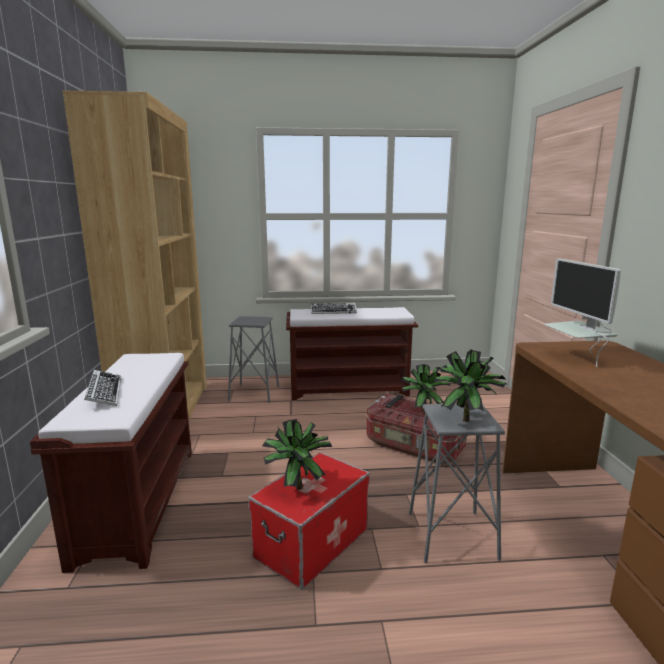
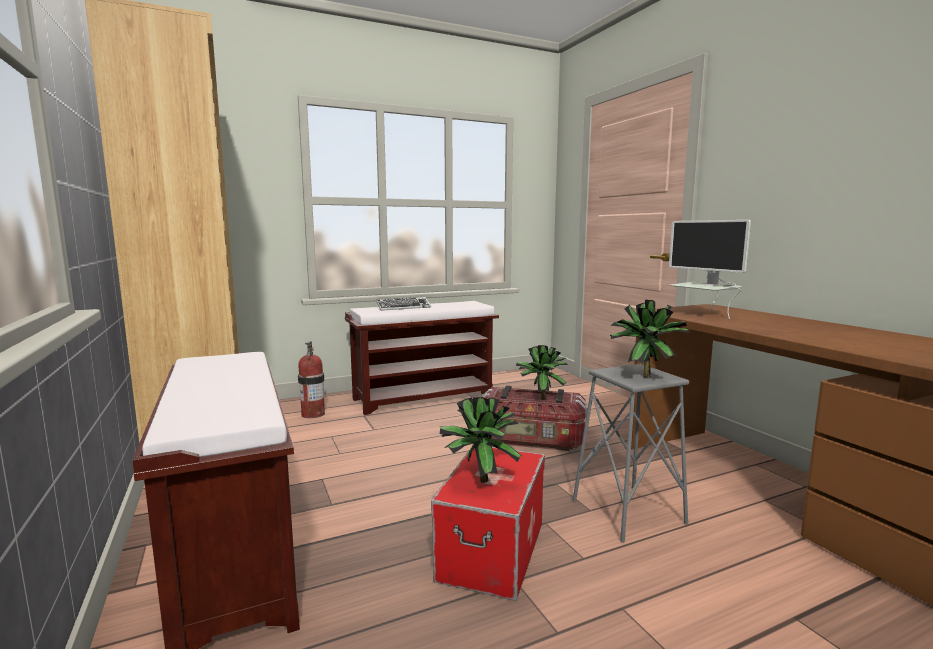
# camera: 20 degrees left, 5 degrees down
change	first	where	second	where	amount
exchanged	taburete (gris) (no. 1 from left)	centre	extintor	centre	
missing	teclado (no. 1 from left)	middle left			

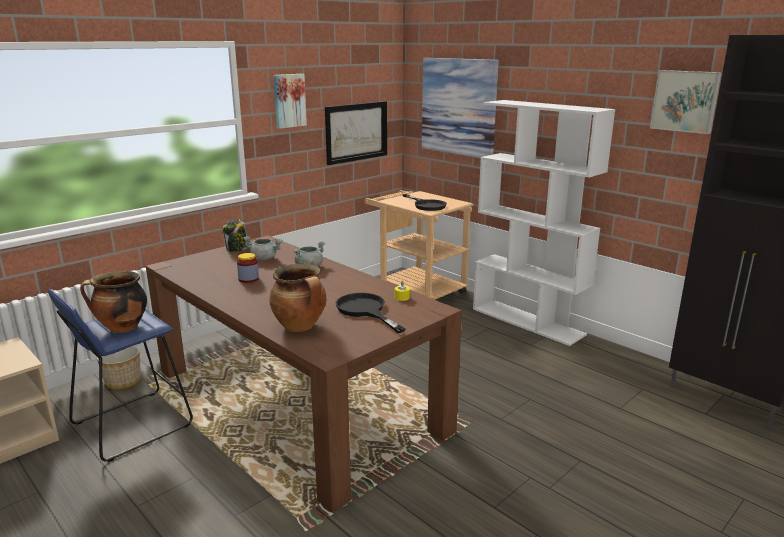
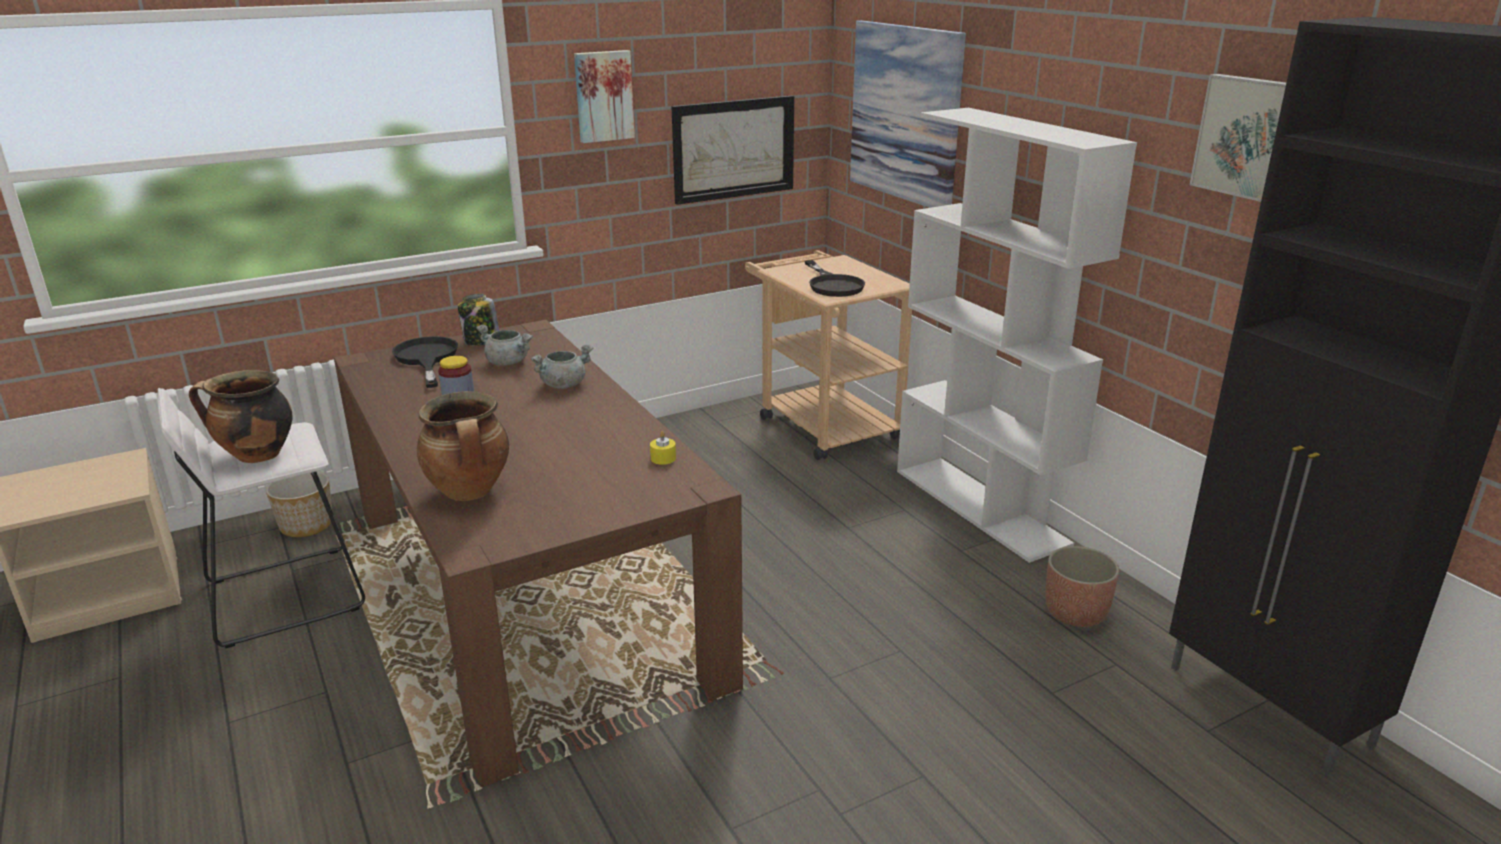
# camera: 15 degrees right, 5 degrees up
change	first	where	second	where	amount
colour	taburete (azul)	bottom left	taburete (blanco)	middle left	
relocated	sartén (negro) (no. 1 from left)	centre		middle left	
appeared			maceta (no. 2 from left)	bottom right	

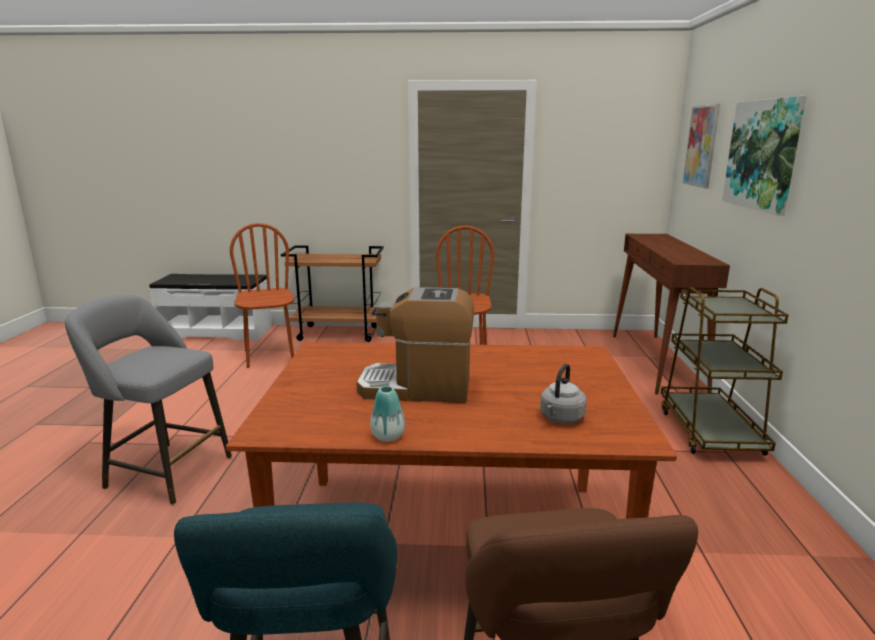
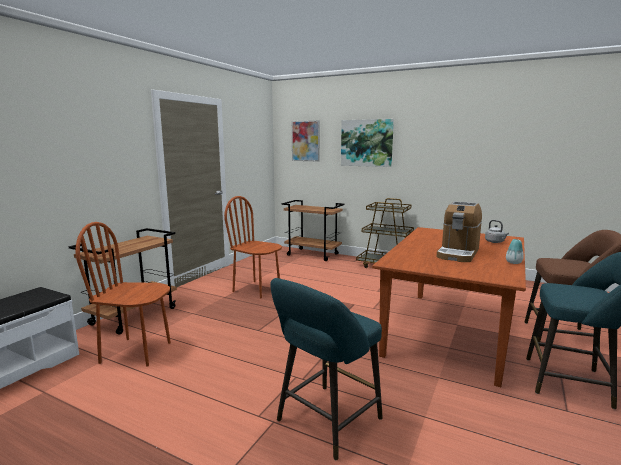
# camera: 65 degrees left, 5 degrees down
change	first	where	second	where	amount
colour	taburete (gris)	middle left	taburete (turquesa) (no. 1 from left)	bottom centre	
exchanged	mesa consola (marrón)	middle right	carrito (marrón) (no. 2 from left)	centre	

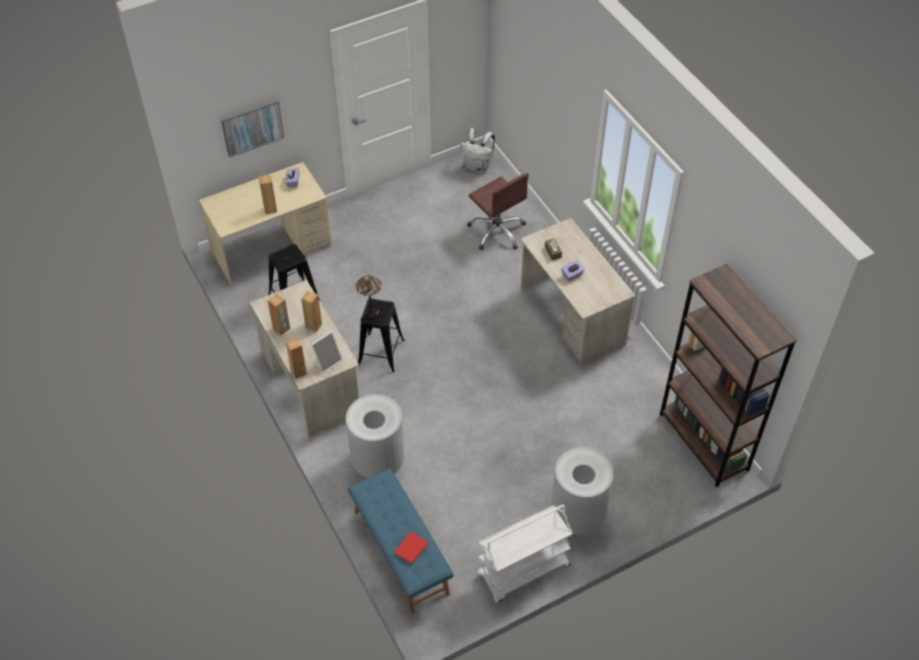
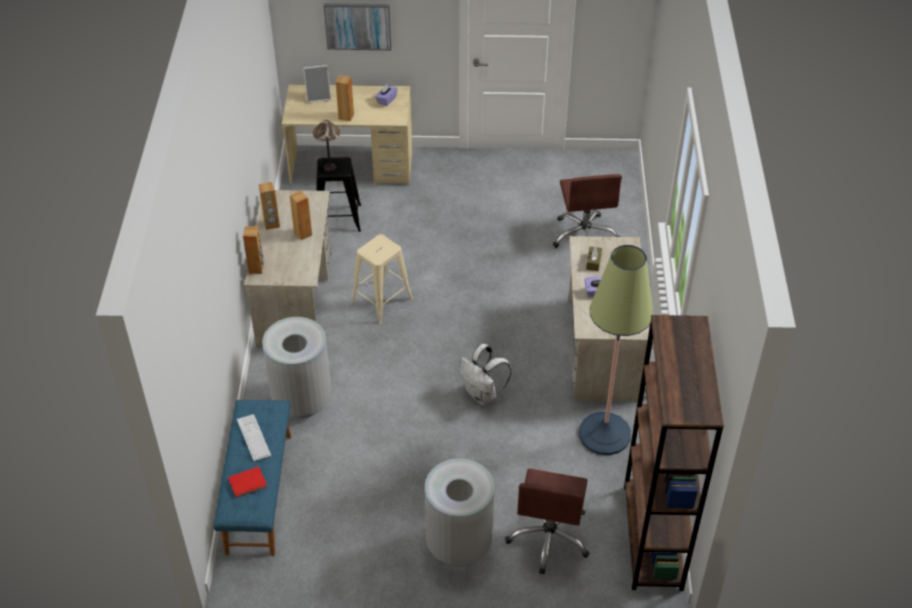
# camera: 30 degrees right, 5 degrees down
change	first	where	second	where	amount
appeared			teclado	bottom left	
relocated	portarretratos	centre		top centre	
relocated	lámpara de mesa	centre		top centre	
colour	taburete (negro) (no. 2 from left)	centre	taburete (beis)	centre	
relocated	mochila (blanco)	top centre		centre	
appeared			silla de oficina (marrón) (no. 1 from left)	bottom centre	
appeared			lámpara de pie	middle right	
missing	carrito (blanco)	bottom centre			

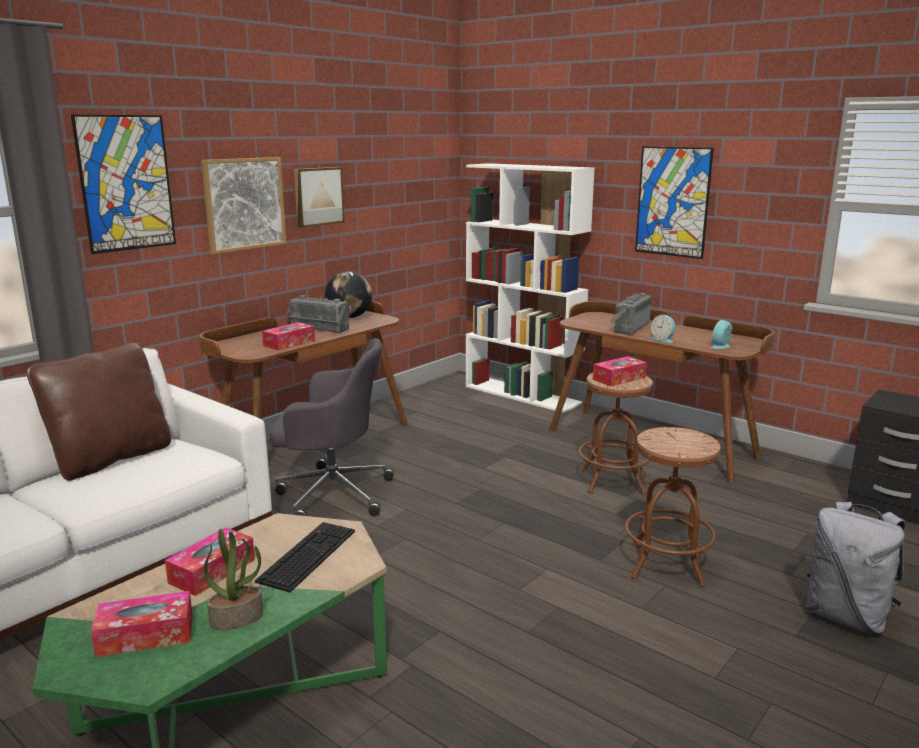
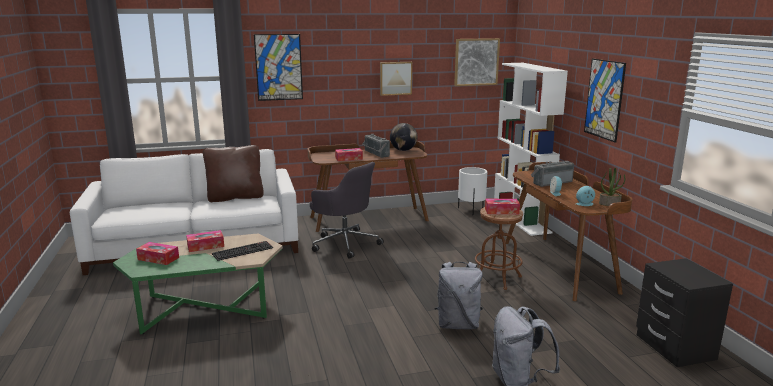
# camera: 35 degrees right, 0 degrees up
change	first	where	second	where	amount
exchanged	taburete (marrón) (no. 2 from left)	bottom right	mochila (gris) (no. 1 from left)	bottom centre	
relocated	cuadro (no. 2 from left in the first image)	top left	cuadro (no. 3 from left)	top centre	
appeared			maceta (blanco)	centre	
relocated	planta en maceta	bottom left		middle right	

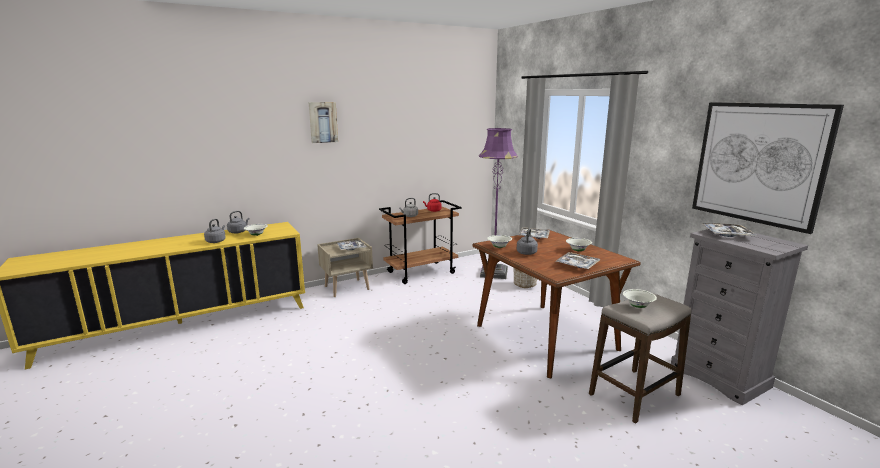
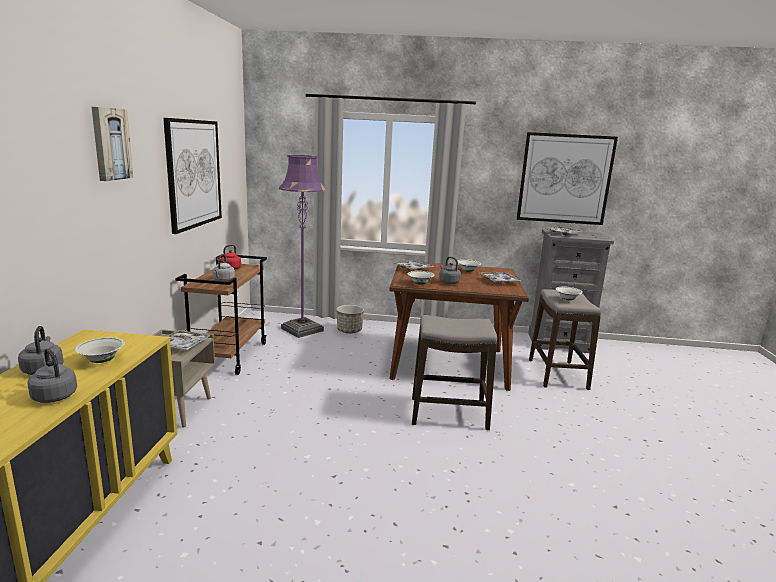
# camera: 55 degrees left, 0 degrees up
change	first	where	second	where	amount
appeared			cuadro (no. 2 from left)	top left	
appeared			taburete (no. 1 from left)	centre	

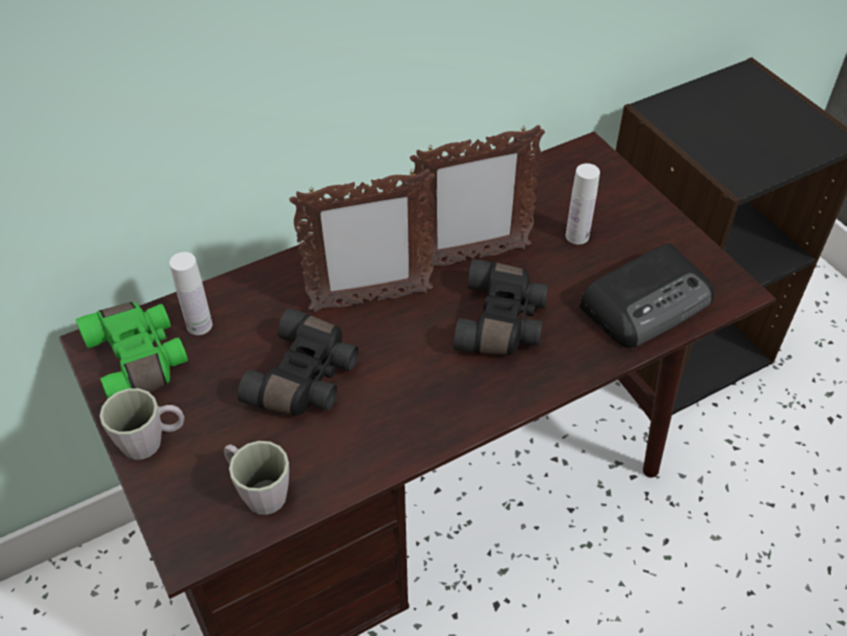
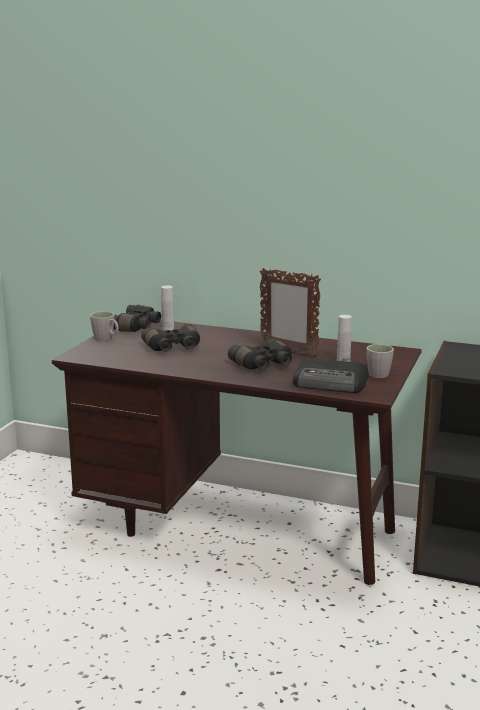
# camera: 50 degrees right, 30 degrees down
change	first	where	second	where	amount
colour	prismáticos (verde)	middle left	prismáticos (negro) (no. 1 from left)	middle left	
relocated	taza grande (gris) (no. 2 from left)	bottom left		middle right	
missing	portarretratos (no. 1 from left)	centre			

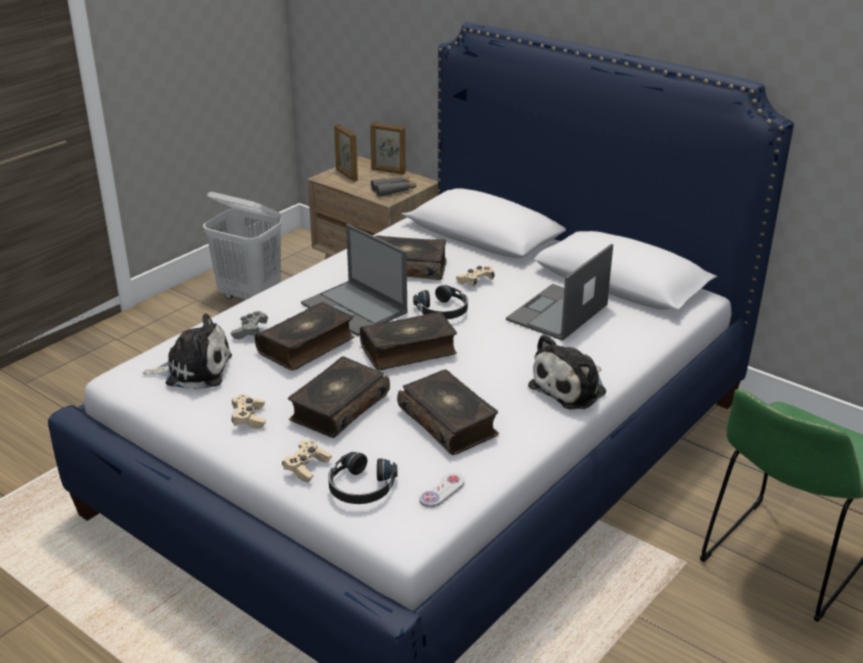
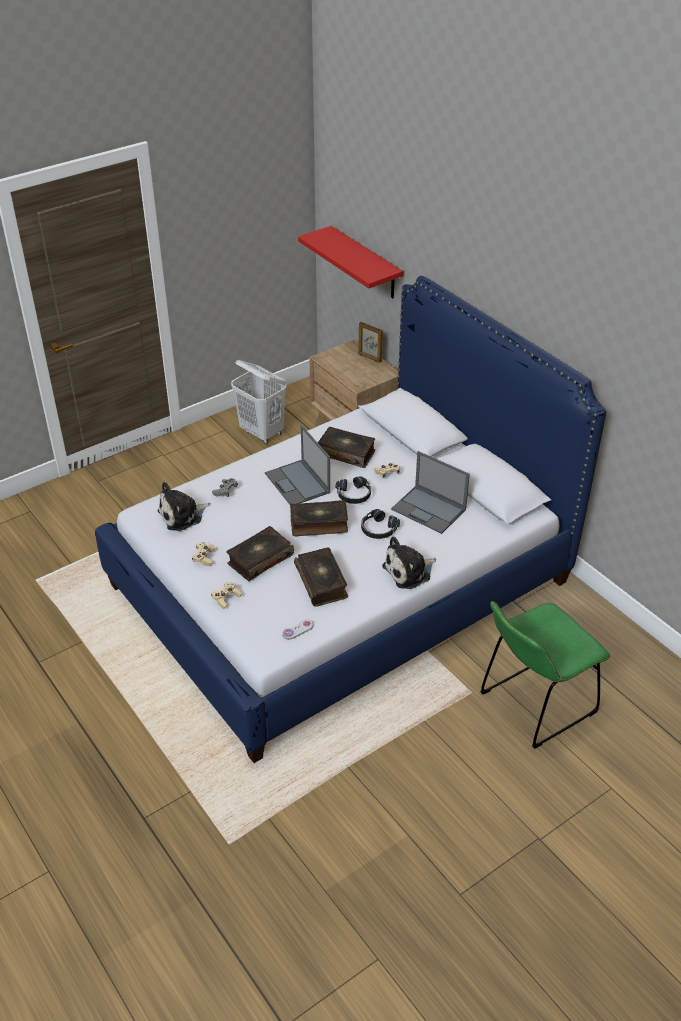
# camera: 15 degrees right, 10 degrees up
change	first	where	second	where	amount
spun	peluche (no. 1 from left)	middle left		middle left	135 degrees clockwise
appeared			estante (rojo)	top centre	
relocated	auriculares (negro) (no. 1 from left in the first image)	bottom centre	auriculares (negro) (no. 2 from left)	centre	
spun	portátil (no. 2 from left)	centre		centre	105 degrees counterclockwise
missing	libro (no. 1 from left)	centre			
missing	portarretratos (no. 1 from left)	top centre			
missing	prismáticos (gris)	top centre			

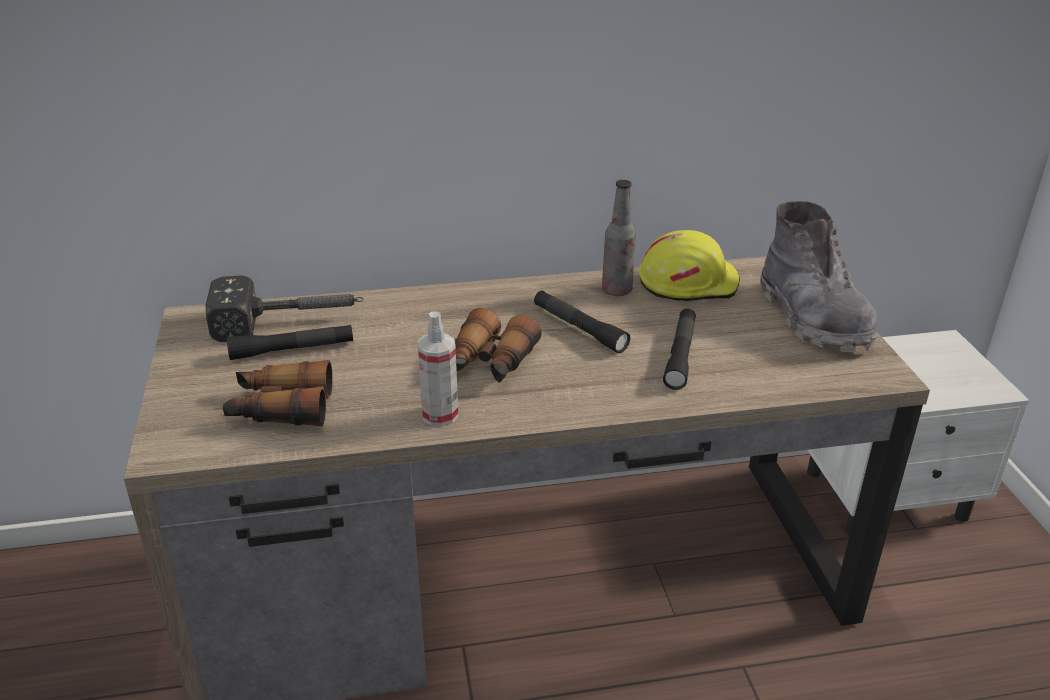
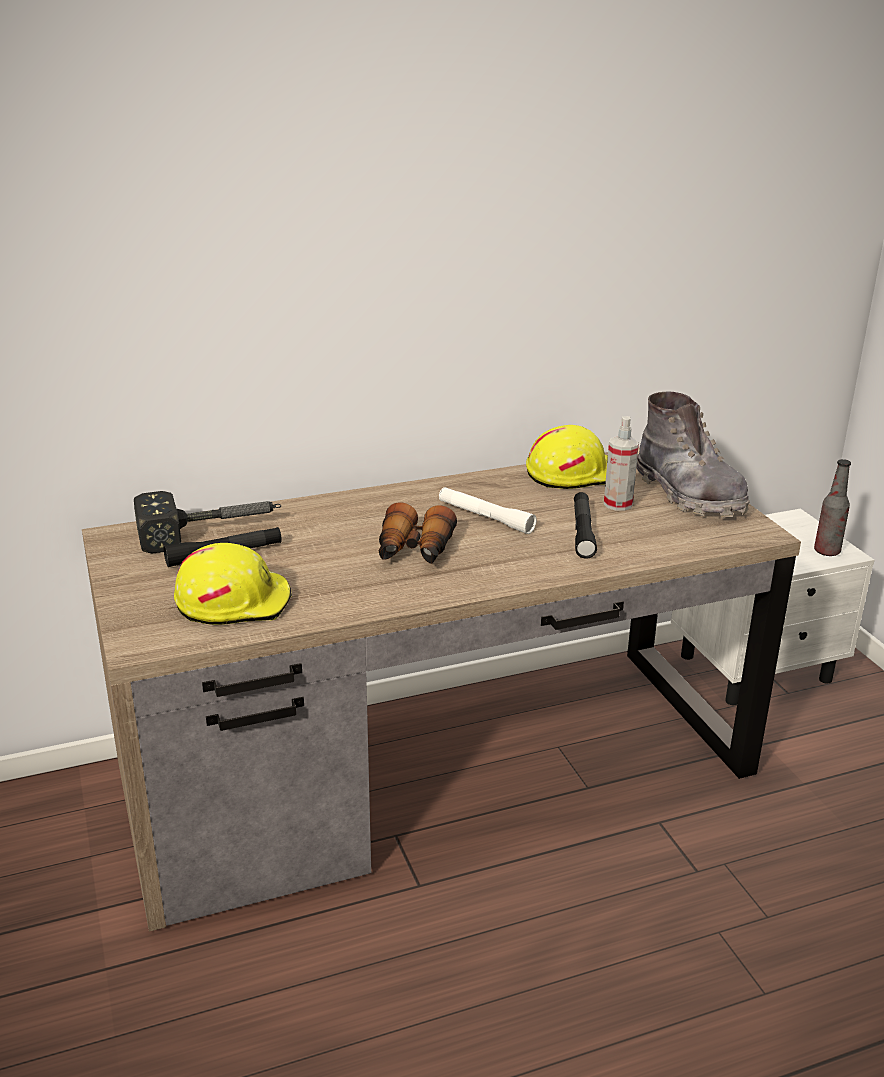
# camera: 10 degrees left, 5 degrees down
change	first	where	second	where	amount
exchanged	prismáticos (no. 1 from left)	middle left	casco (amarillo) (no. 1 from left)	middle left	
colour	linterna (negro) (no. 2 from left)	centre	linterna (blanco)	centre	
relocated	pulverizador	centre		middle right	
relocated	botella	centre		middle right	

